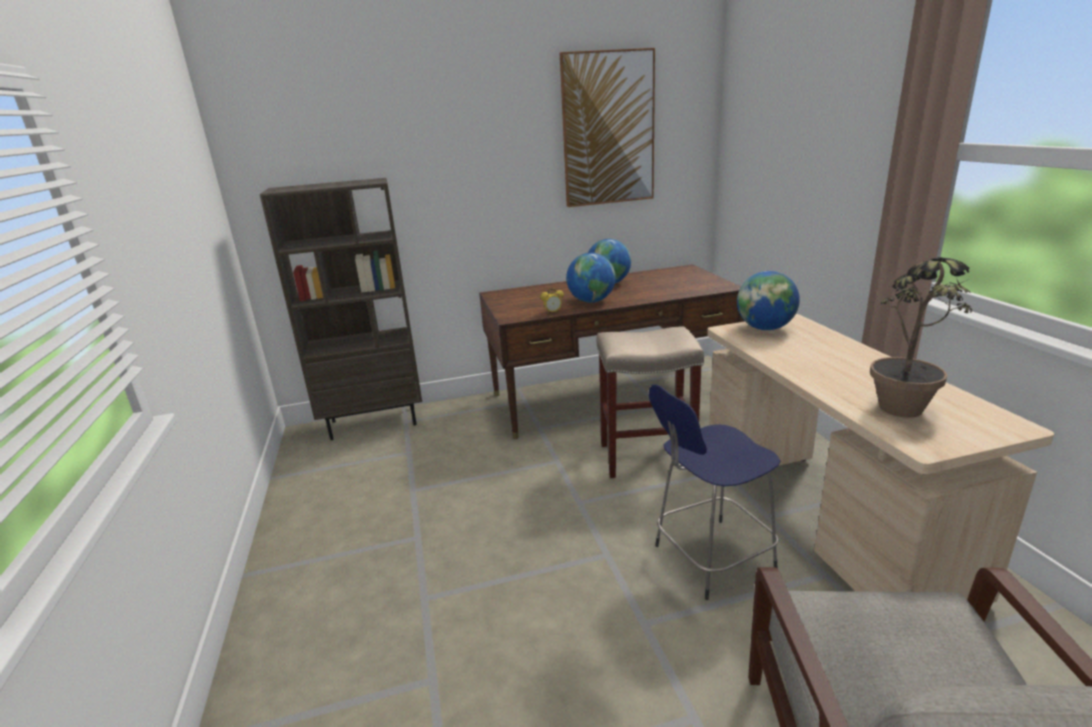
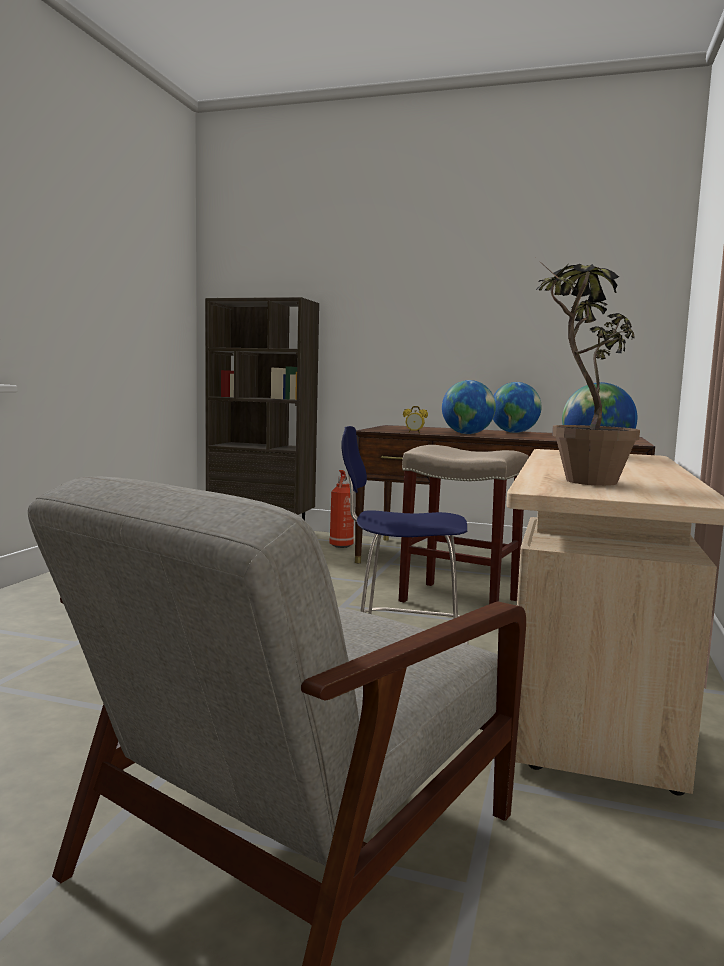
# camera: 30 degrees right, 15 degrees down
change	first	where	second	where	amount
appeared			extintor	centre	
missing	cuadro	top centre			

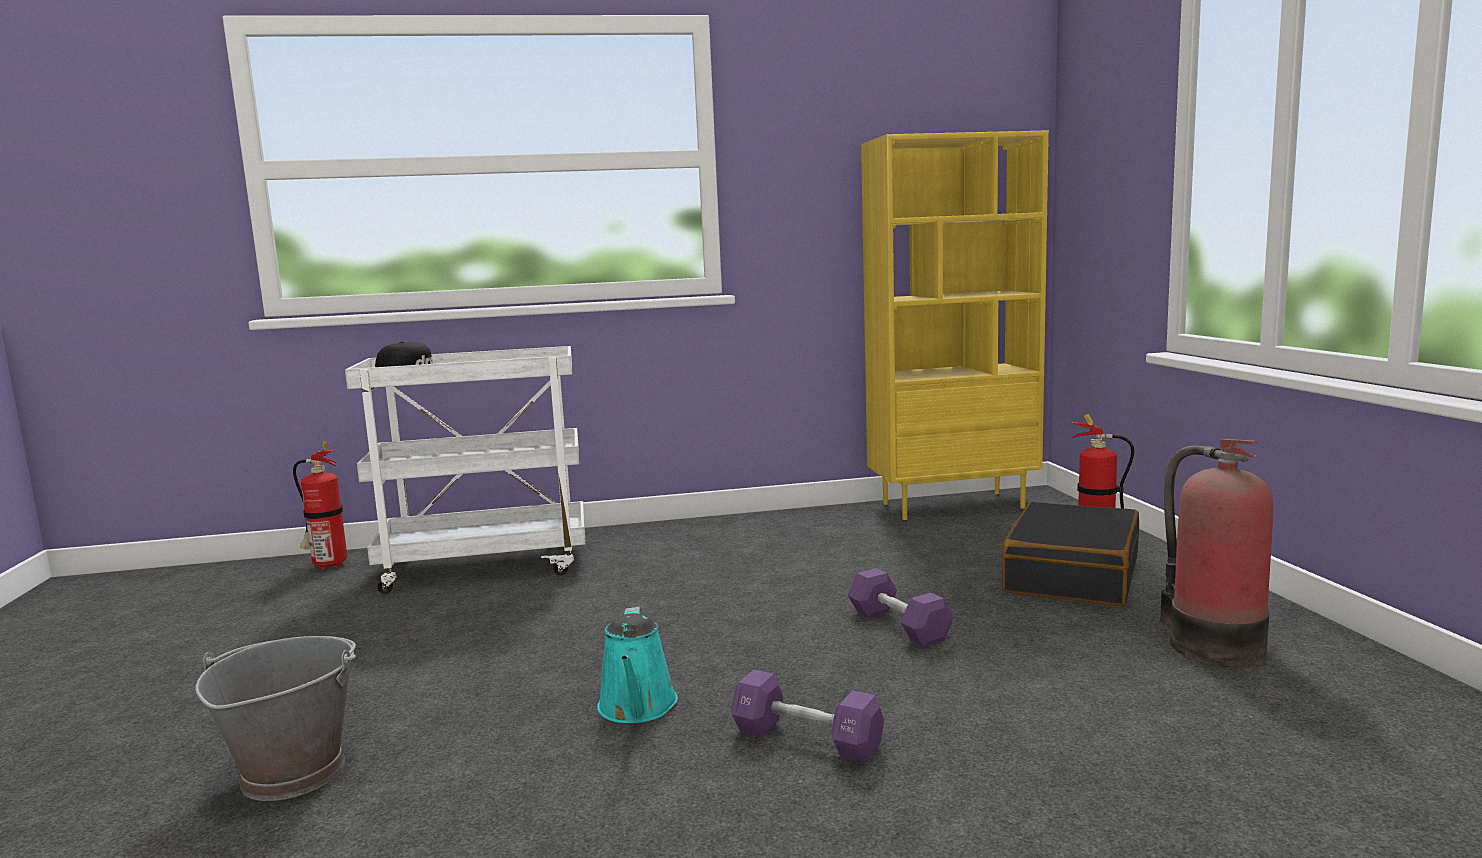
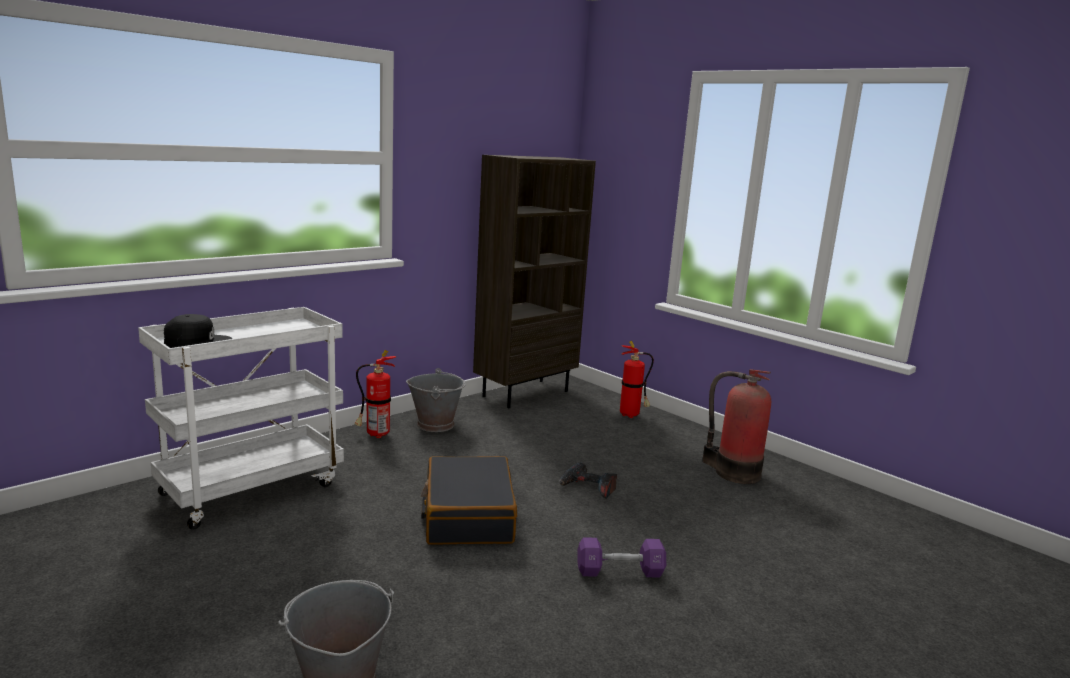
# camera: 35 degrees left, 5 degrees up
change	first	where	second	where	amount
relocated	extintor (no. 1 from left)	middle left		centre	
appeared			cubo (gris) (no. 2 from left)	centre	
relocated	maleta (negro)	middle right		bottom centre	
colour	estantería (amarillo)	centre	estantería (marrón)	centre	
exchanged	mancuerna (morado) (no. 2 from left)	bottom centre	taladro	bottom centre	
missing	regadera (turquesa)	bottom centre			

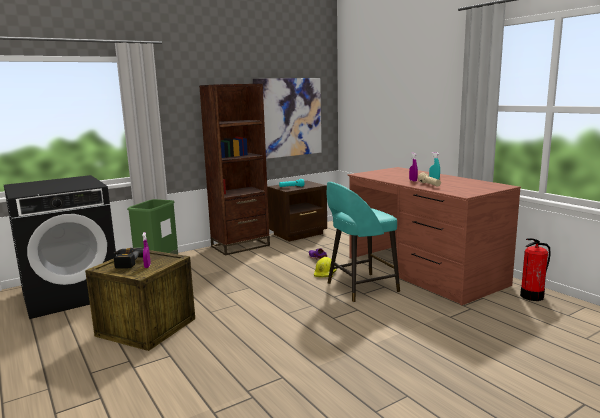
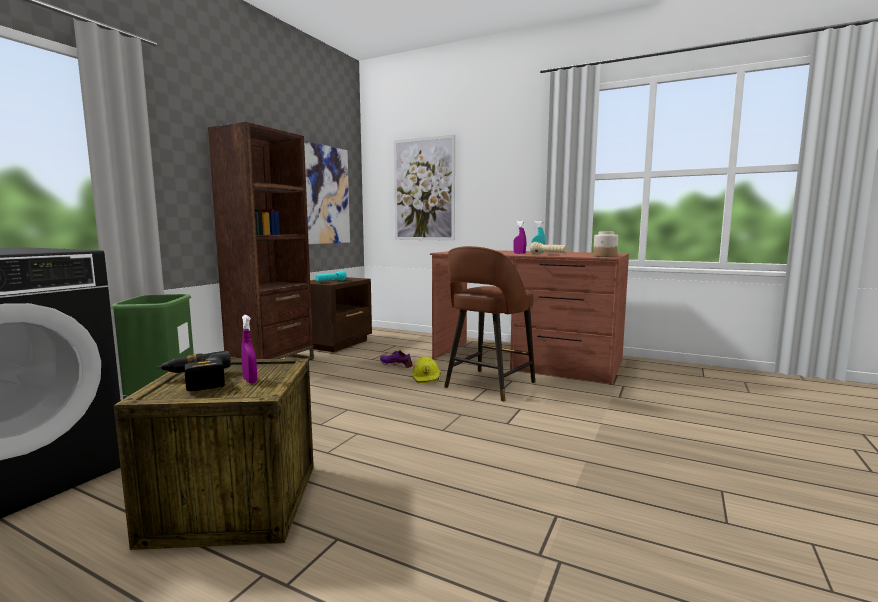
# camera: 30 degrees left, 5 degrees down
change	first	where	second	where	amount
appeared			cuadro (no. 2 from left)	top centre	
colour	taburete (turquesa)	centre	taburete (marrón)	centre	
appeared			tarro	middle right	
missing	extintor	middle right			

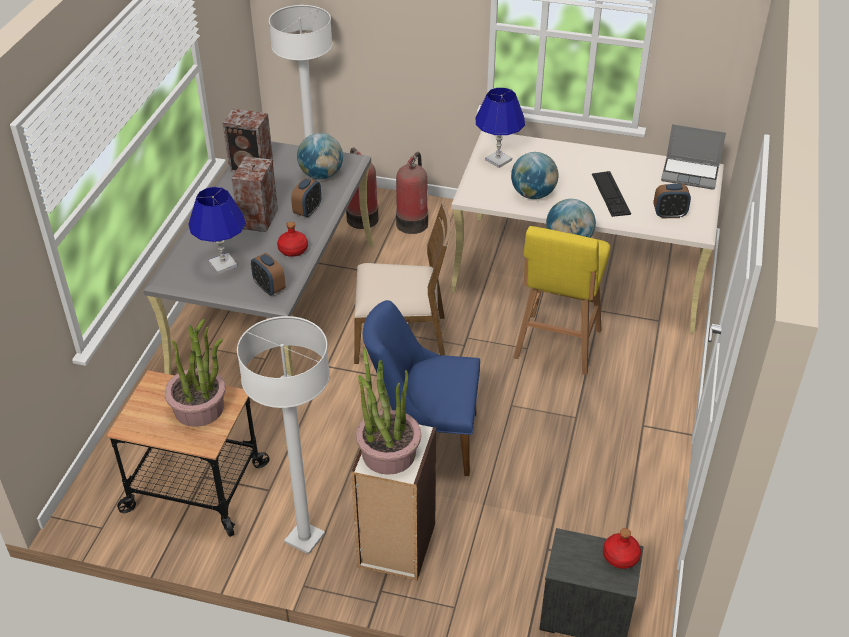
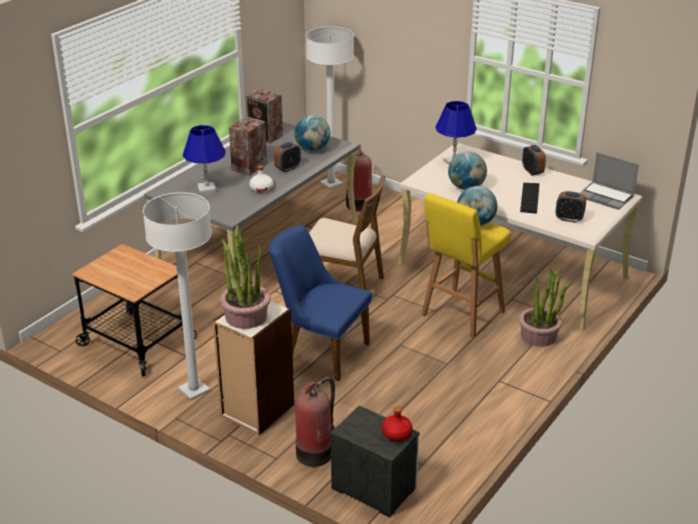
# camera: 20 degrees right, 10 degrees down
change	first	where	second	where	amount
colour	botella (rojo) (no. 1 from left)	centre	botella (blanco)	centre	
relocated	extintor (no. 2 from left in the first image)	top centre	extintor (no. 1 from left)	bottom centre	
relocated	planta en maceta (no. 1 from left in the first image)	middle left	planta en maceta (no. 2 from left)	middle right	
relocated	despertador (no. 1 from left in the first image)	middle left	despertador (no. 2 from left)	top right	

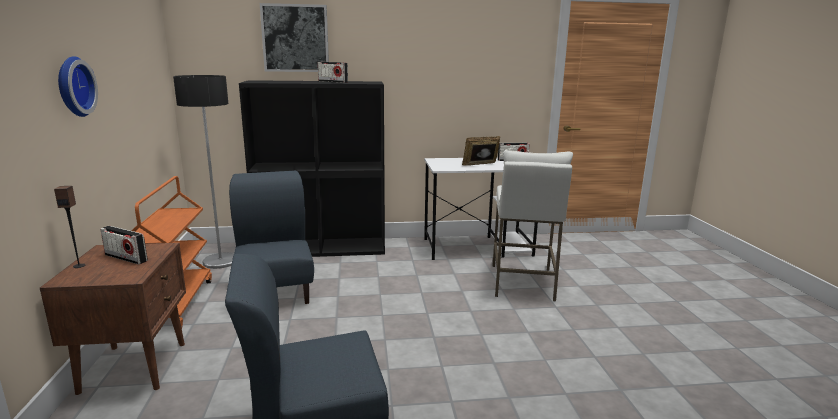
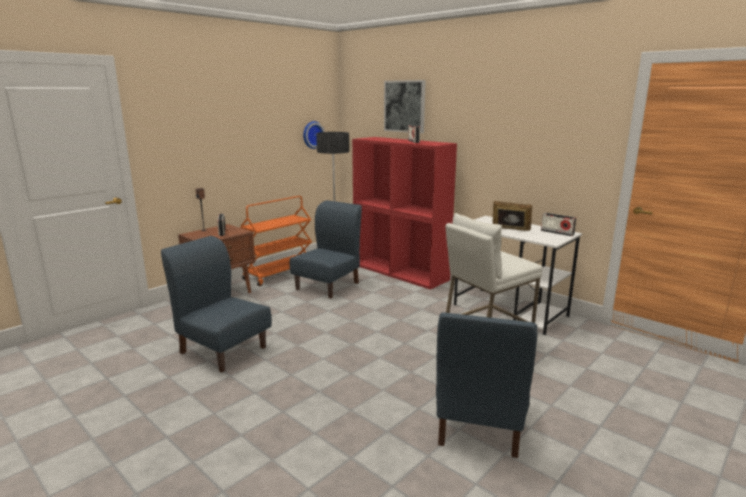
# camera: 50 degrees right, 0 degrees up
change	first	where	second	where	amount
relocated	reloj de pared	top left		top centre	
colour	estantería (negro)	centre	estantería (rojo)	centre	
appeared			silla (azul) (no. 3 from left)	bottom centre	

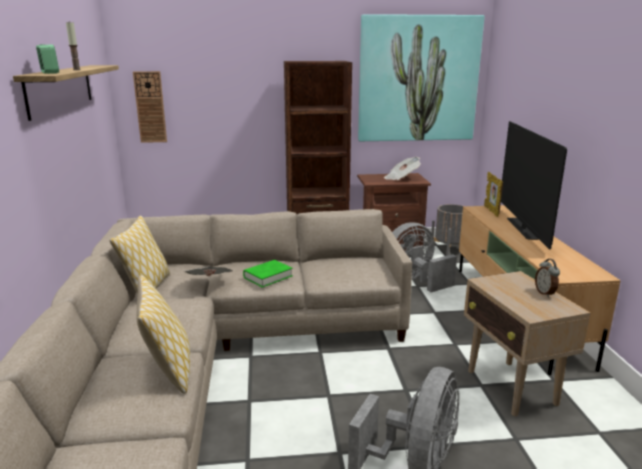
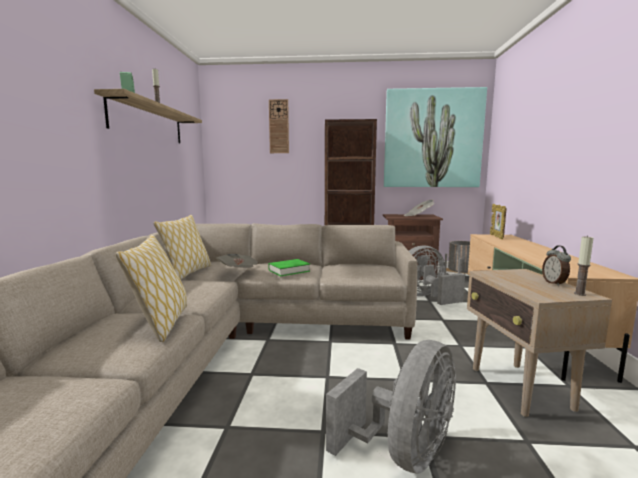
# camera: 10 degrees right, 10 degrees down
change	first	where	second	where	amount
relocated	reloj de pared	top left		top centre	
appeared			vela (no. 2 from left)	middle right	
missing	televisor	middle right			

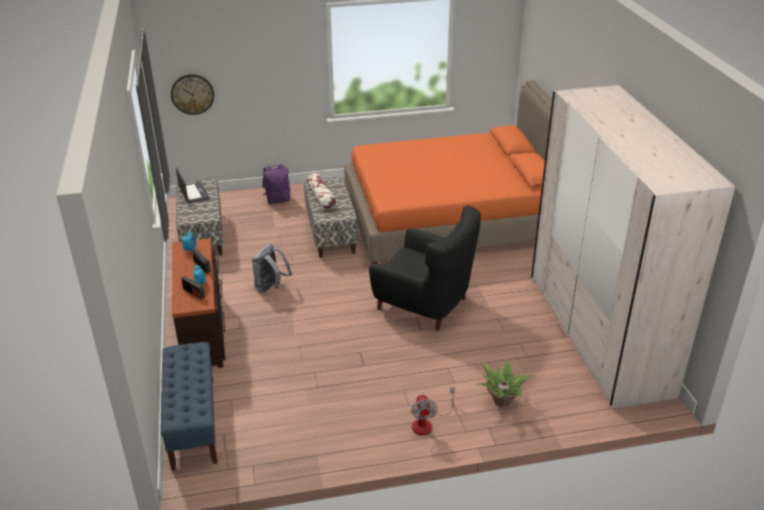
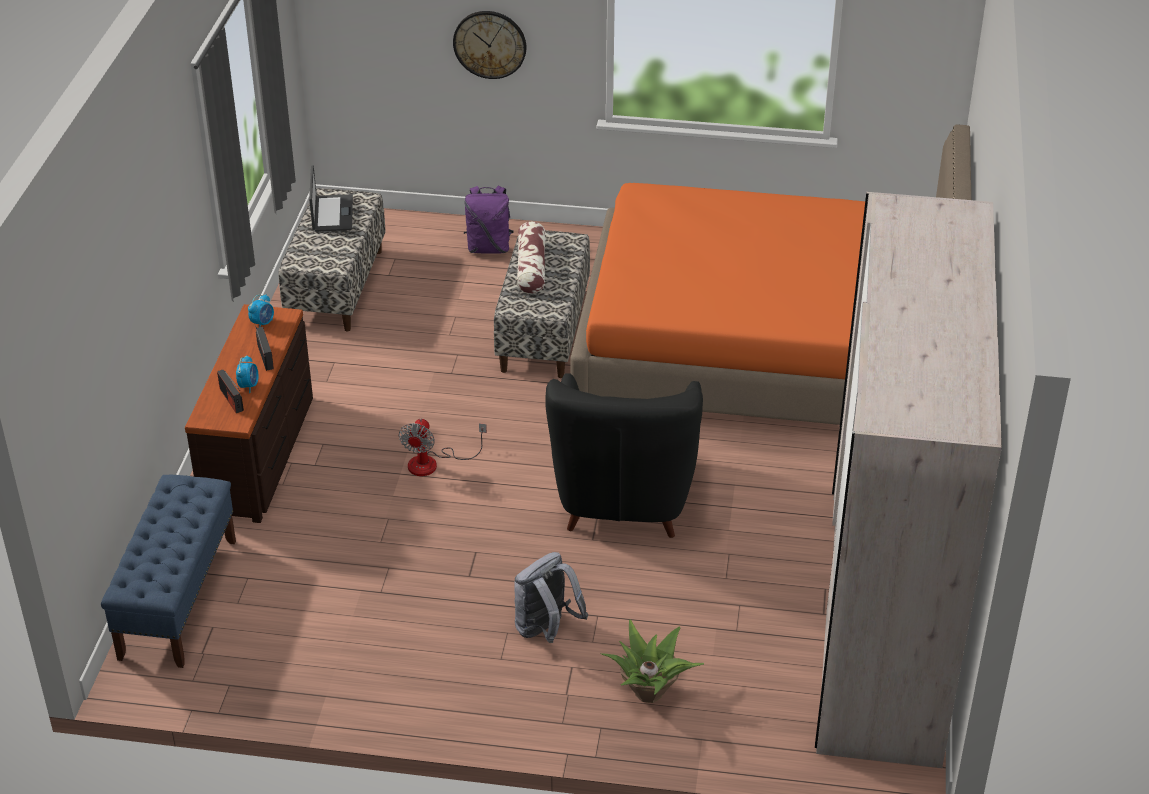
# camera: 20 degrees right, 5 degrees up
change	first	where	second	where	amount
relocated	ventilador	bottom centre		centre	
relocated	reloj de pared	top left		top centre	
relocated	mochila (gris)	centre		bottom centre	
spun	sillón (negro)	centre		centre	45 degrees clockwise

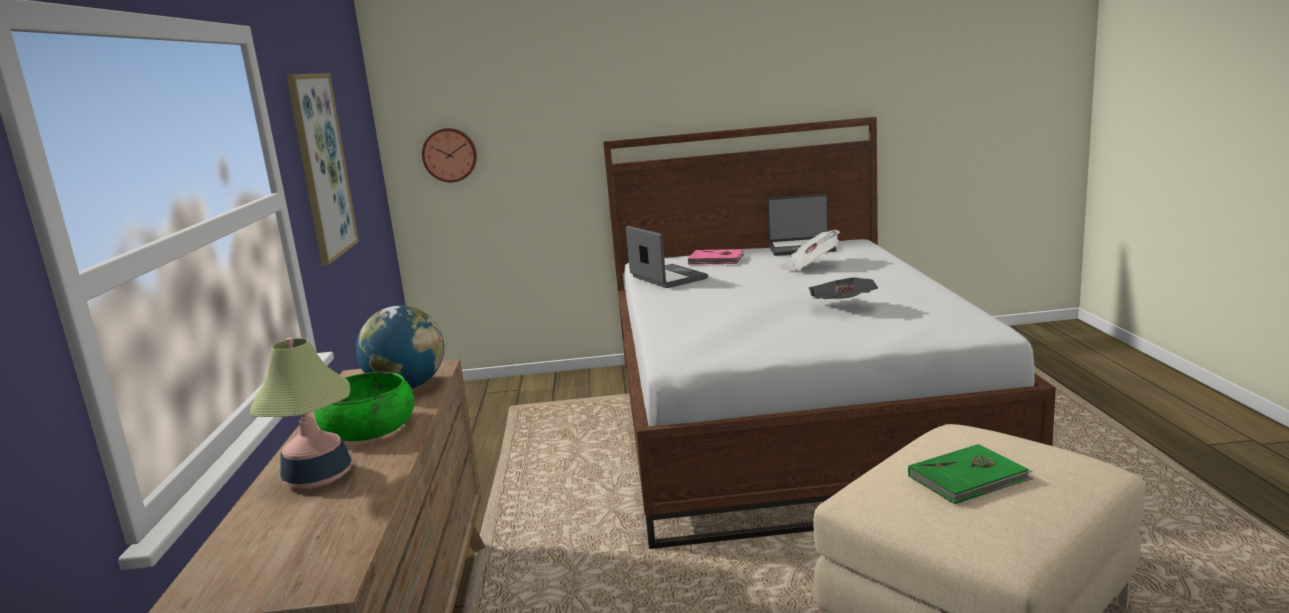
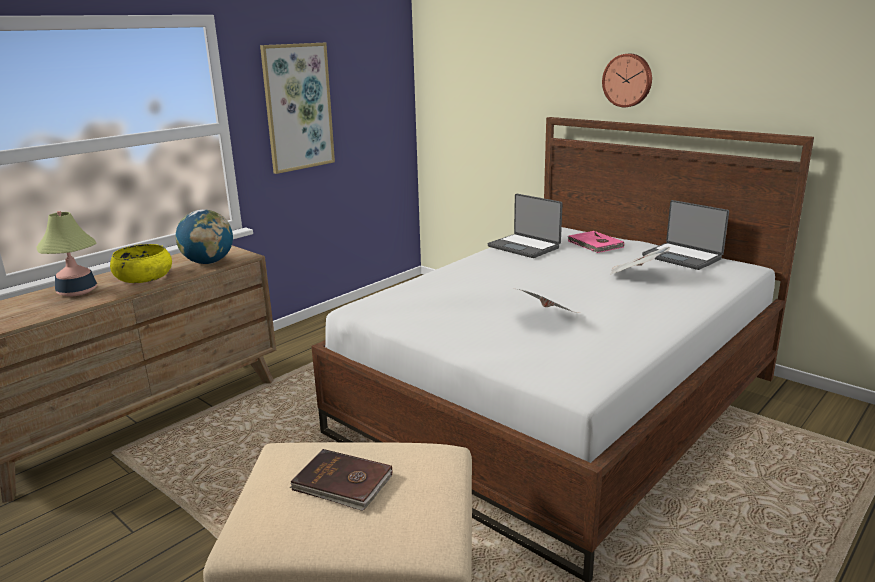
# camera: 45 degrees right, 5 degrees up
change	first	where	second	where	amount
colour	cuenco (verde)	middle left	cuenco (amarillo)	middle left	
colour	libro (verde)	bottom right	libro (marrón)	bottom centre	
spun	portátil (no. 1 from left)	centre		centre	120 degrees clockwise
relocated	reloj de pared	top centre		top right	

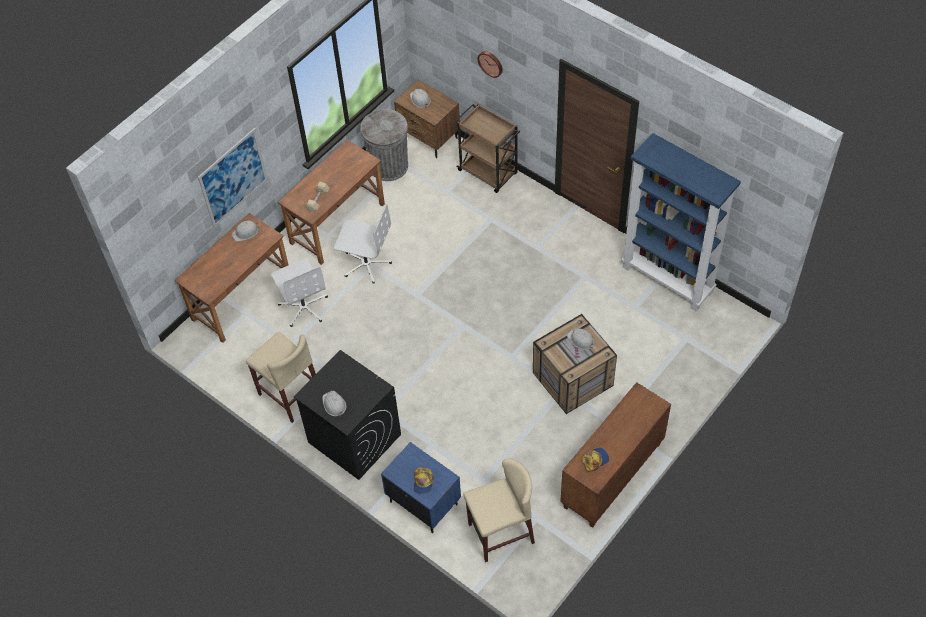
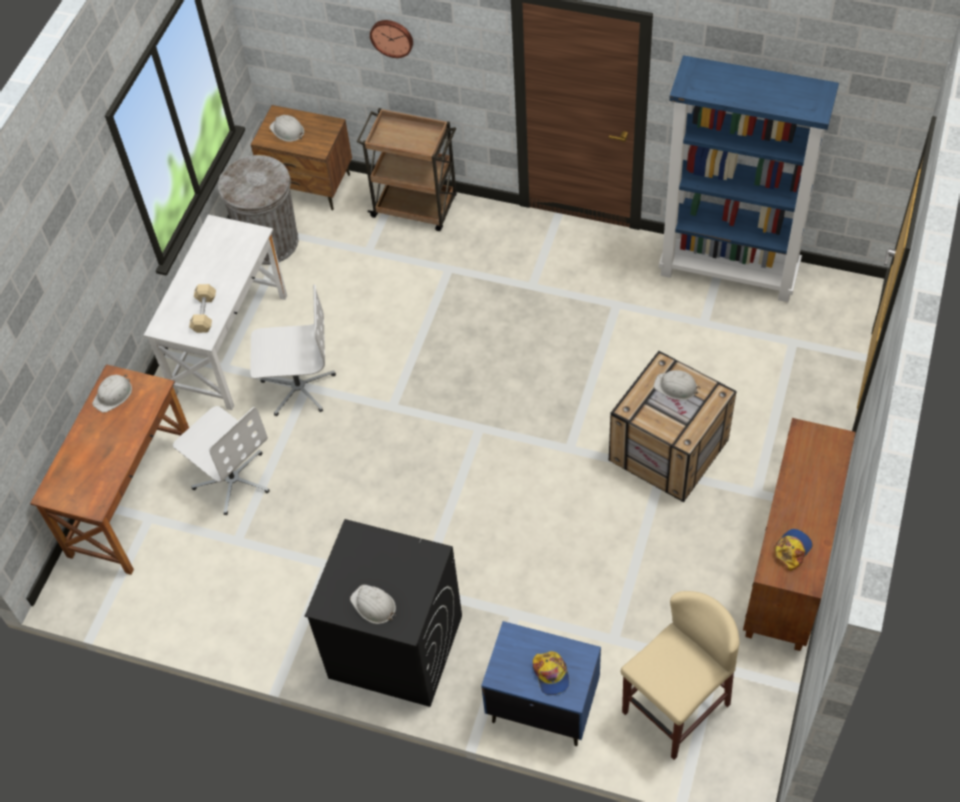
# camera: 20 degrees left, 0 degrees up
change	first	where	second	where	amount
colour	escritorio (marrón) (no. 2 from left)	top centre	escritorio (blanco)	middle left	
missing	cuadro	top left			
missing	taburete (beis) (no. 1 from left)	middle left			

